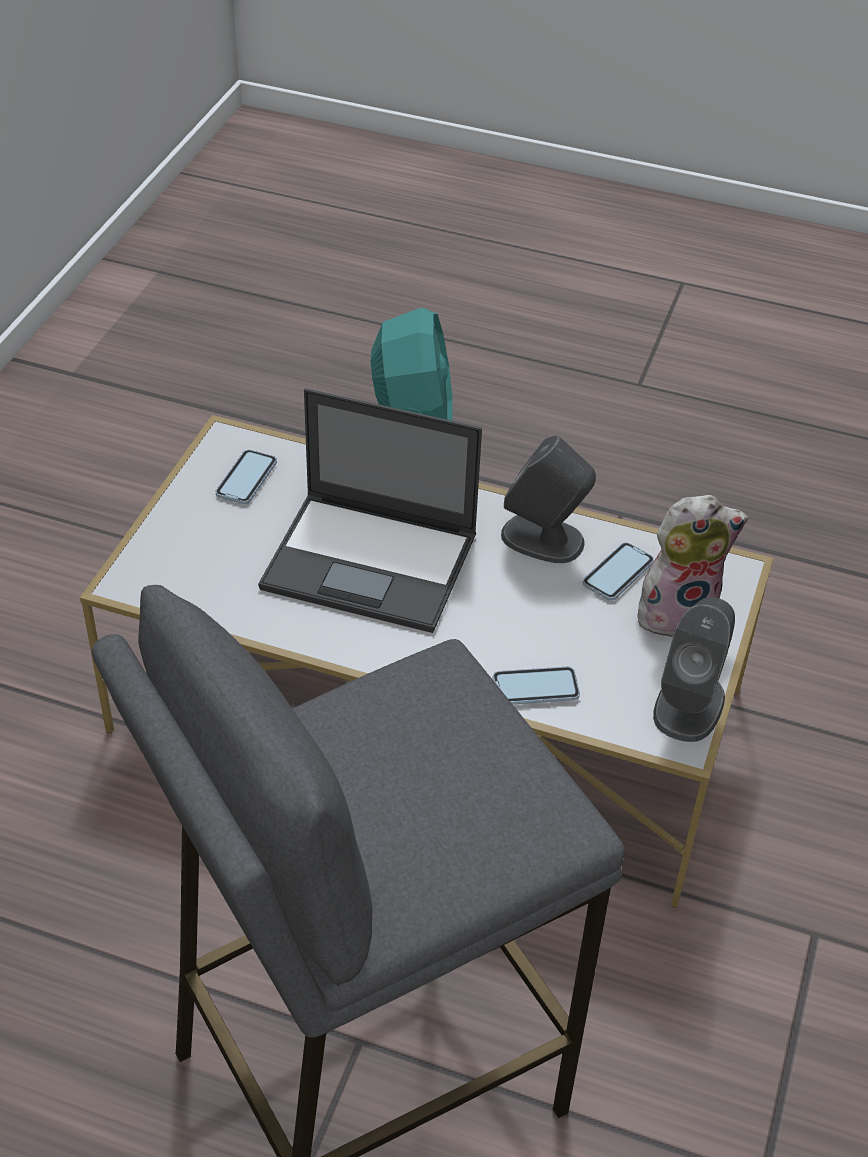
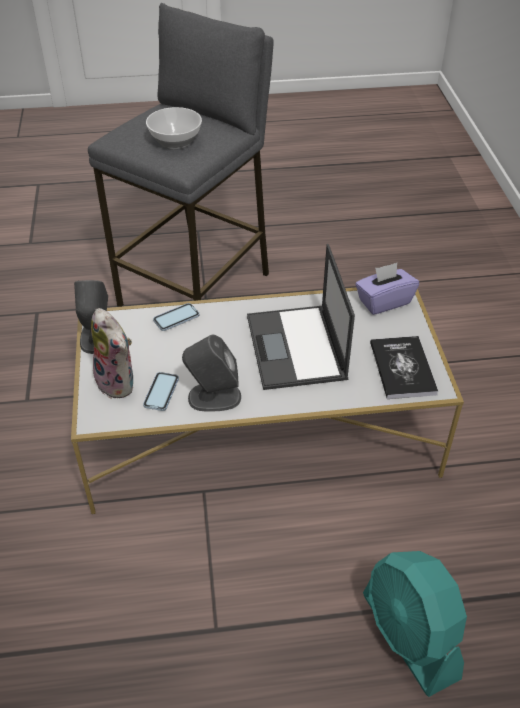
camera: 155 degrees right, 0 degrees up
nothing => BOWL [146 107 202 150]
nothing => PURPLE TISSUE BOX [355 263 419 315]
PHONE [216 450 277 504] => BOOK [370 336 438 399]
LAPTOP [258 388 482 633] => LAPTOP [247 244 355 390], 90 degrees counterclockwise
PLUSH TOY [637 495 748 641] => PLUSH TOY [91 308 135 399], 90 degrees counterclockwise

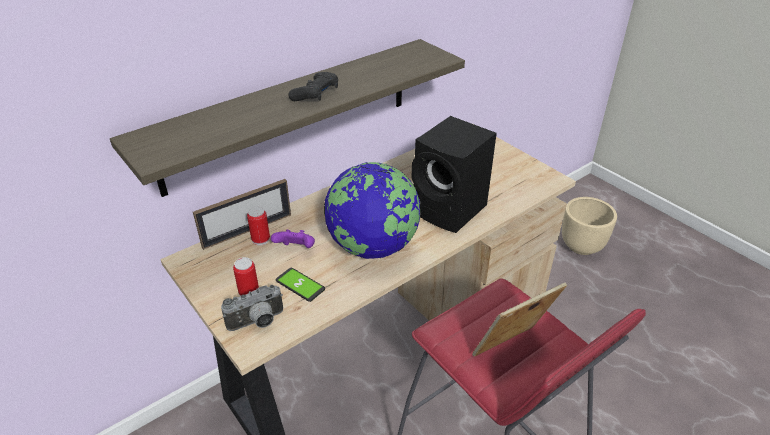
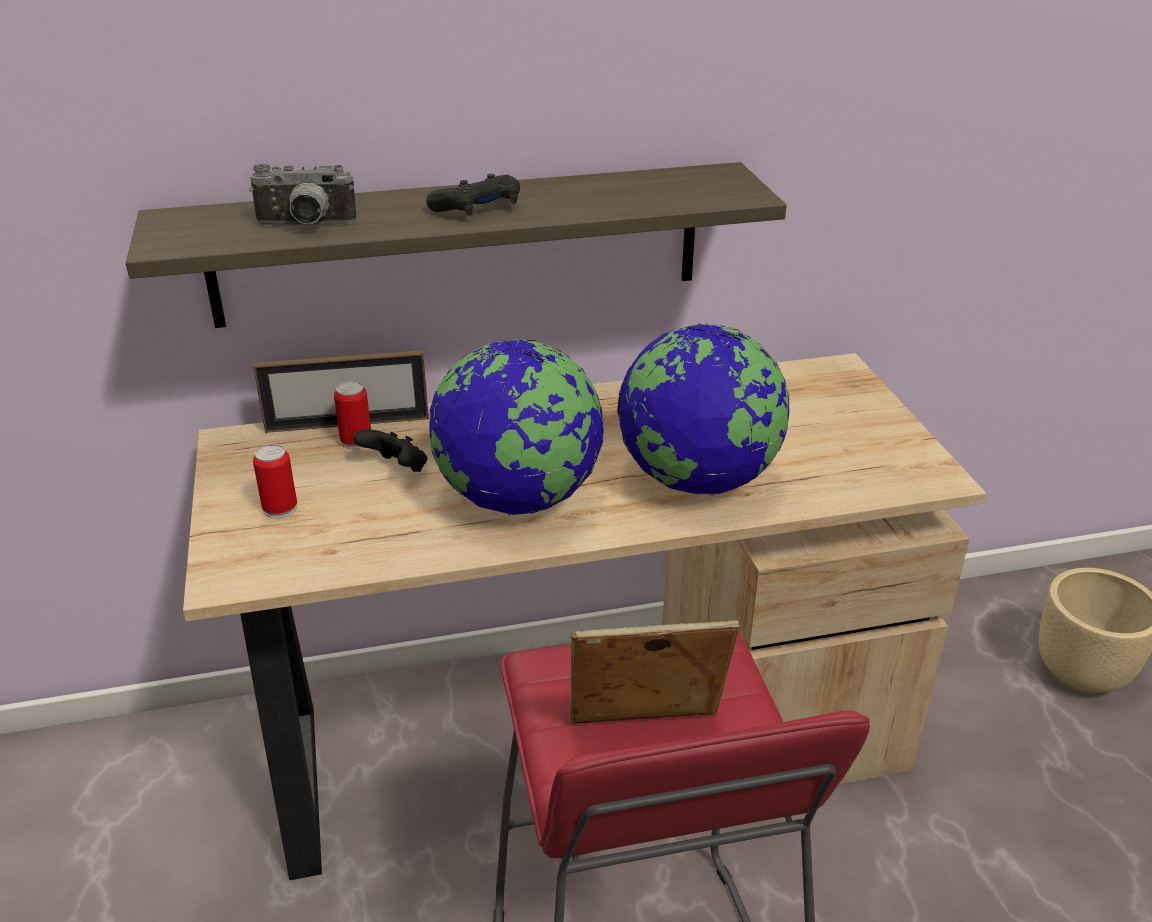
camera: 25 degrees right, 5 degrees down
PHONE [276 268 325 302] => nothing
PHOTO CAMERA [221 285 283 331] => PHOTO CAMERA [249 164 356 225], relocated
BLACK SPEAKER [411 116 497 233] => GLOBE [617 323 790 496]
PURPLE GAME CONTROLLER [271 230 315 248] => BLACK GAME CONTROLLER [353 429 427 472]

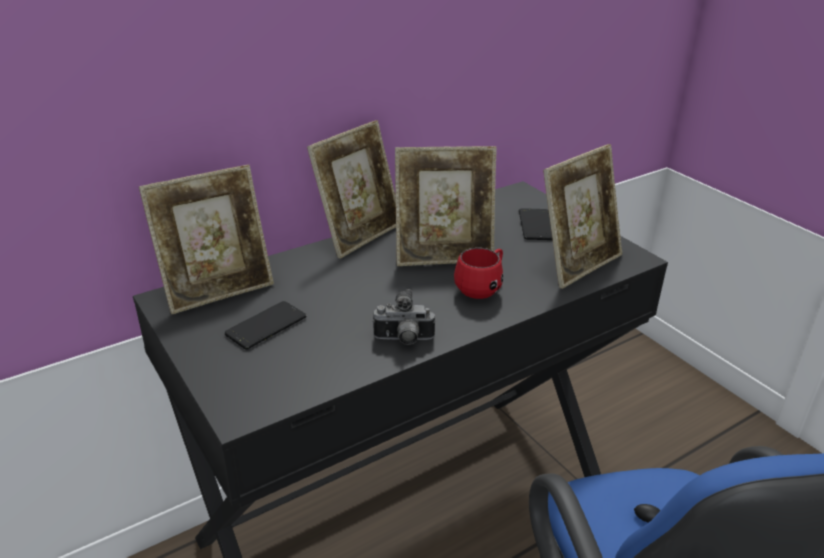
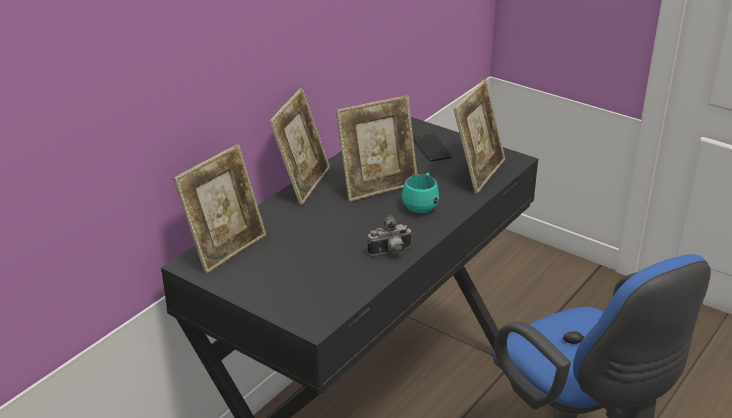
camera: 20 degrees left, 0 degrees up
PHONE [225 301 307 349] => nothing
RED MUG [454 248 503 299] => TURQUOISE MUG [402 173 439 213]

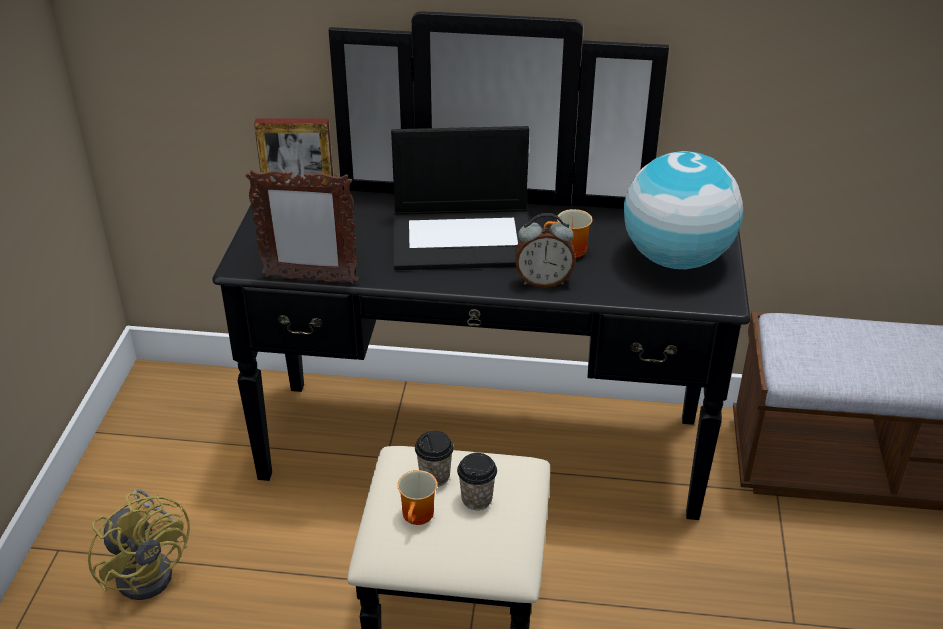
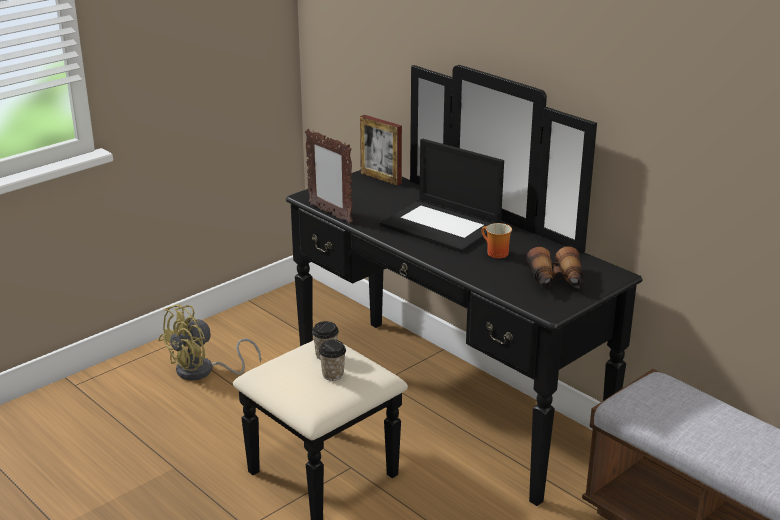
camera: 40 degrees right, 10 degrees down
MUG [397 470 437 525] => nothing
ALARM CLOCK [515 213 575 288] => nothing
GLOBE [624 151 743 269] => BINOCULARS [526 246 583 289]
YELLOW FAN [88 489 190 600] => YELLOW FAN [158 304 261 381], 45 degrees clockwise

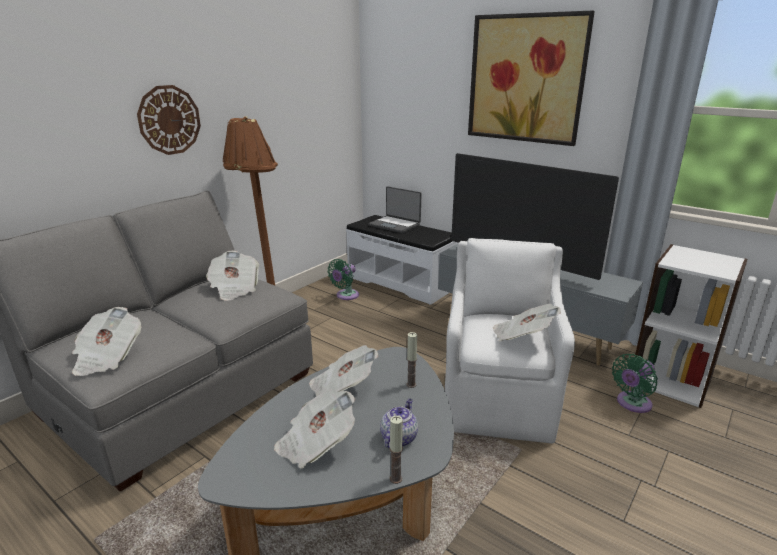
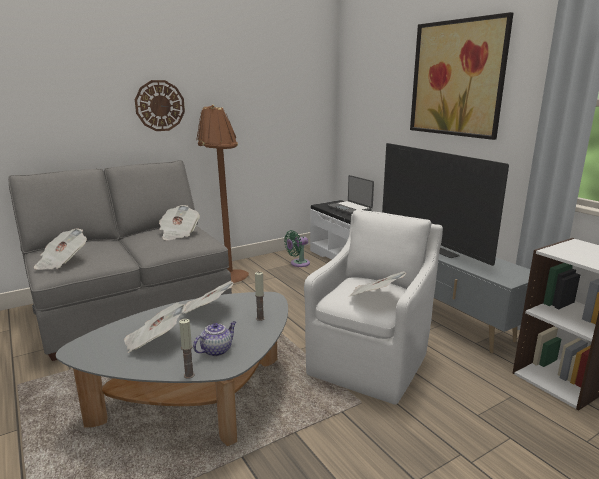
camera: 20 degrees right, 5 degrees down
GREEN FAN [612 354 658 413] => nothing

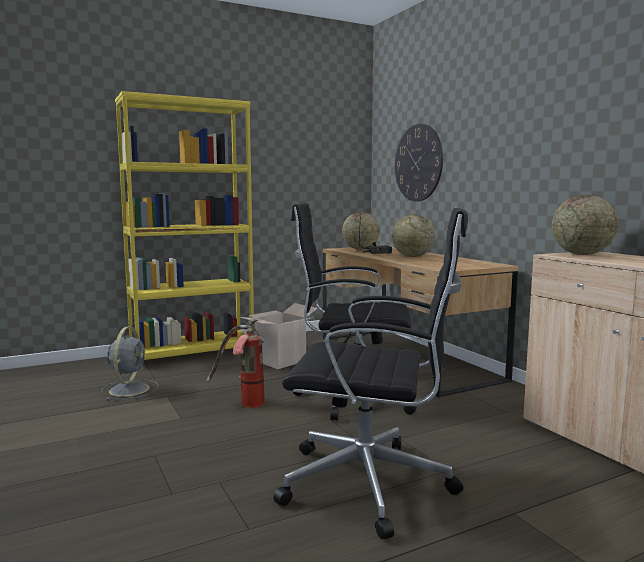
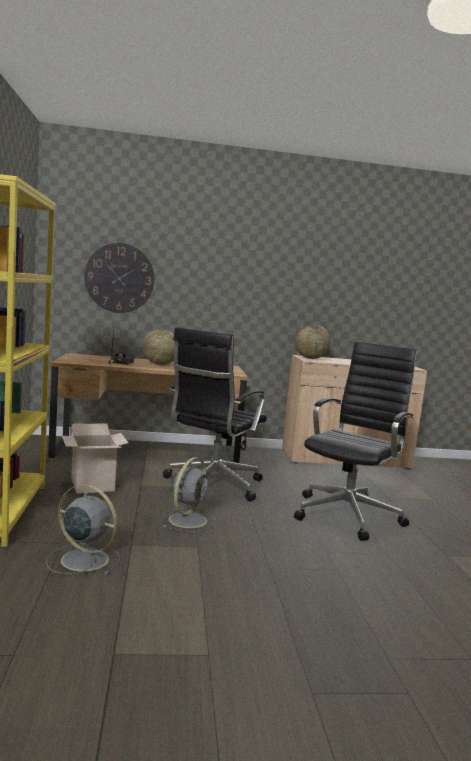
camera: 70 degrees left, 0 degrees up
GLOBE [342 212 380 250] => nothing
FIRE EXTINGUISHER [207 319 265 408] => GREY FAN [162 457 216 532]

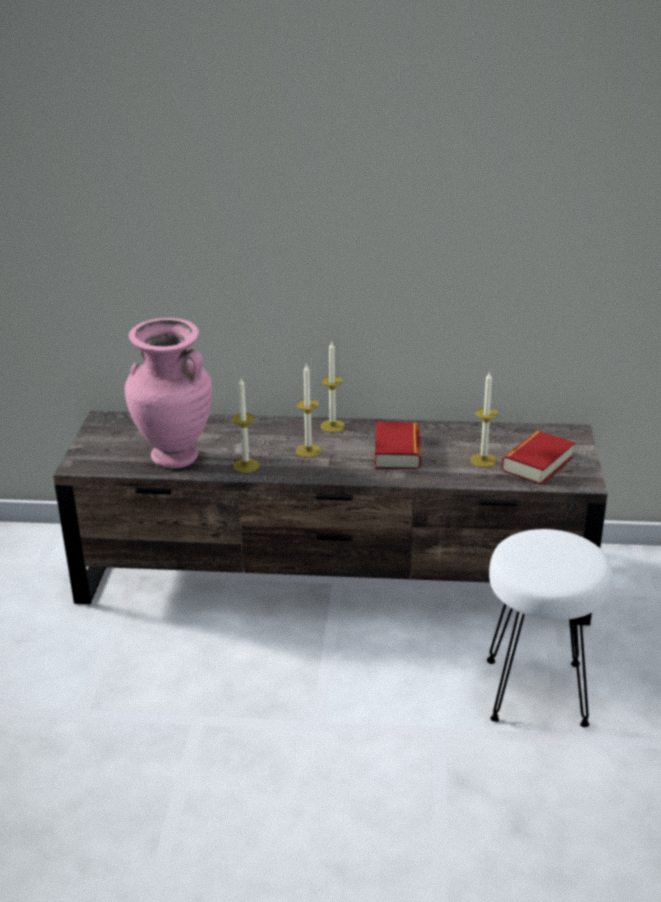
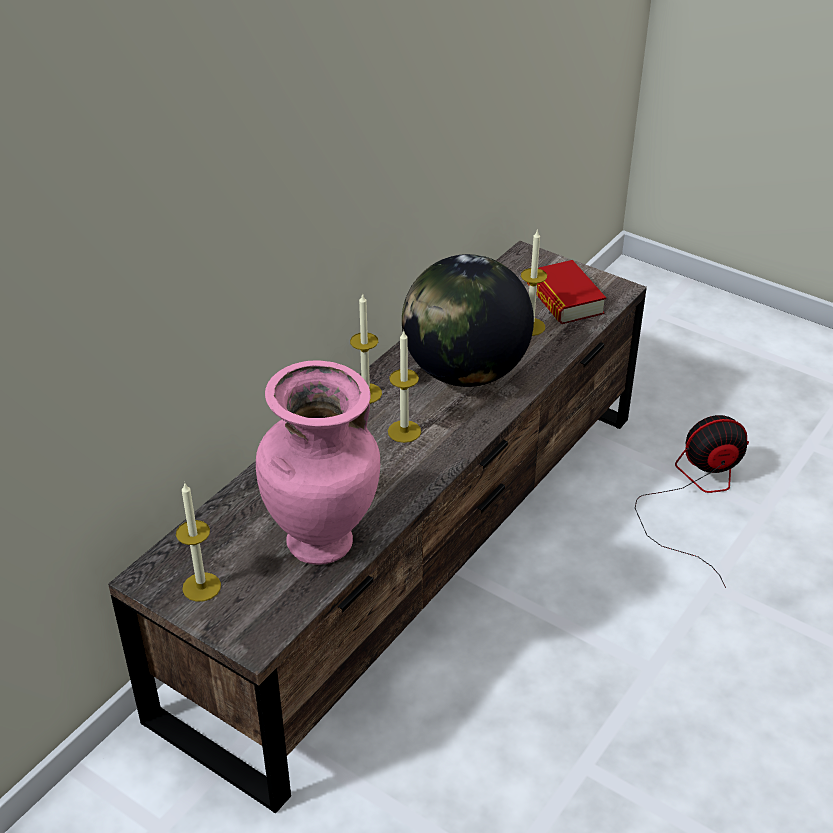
camera: 60 degrees left, 10 degrees up
CANDLE [232 378 260 473] => CANDLE [176 483 221 602], relocated
BOOK [375 422 421 469] => GLOBE [402 254 534 387]
WHITE STOOL [487 529 612 727] => FAN [635 415 749 588]

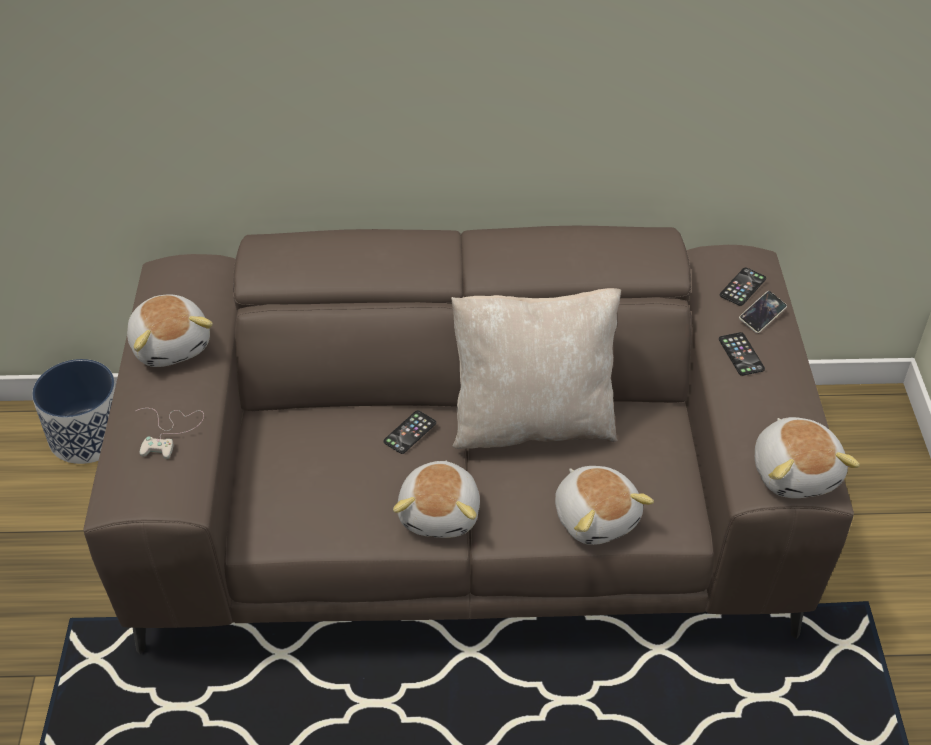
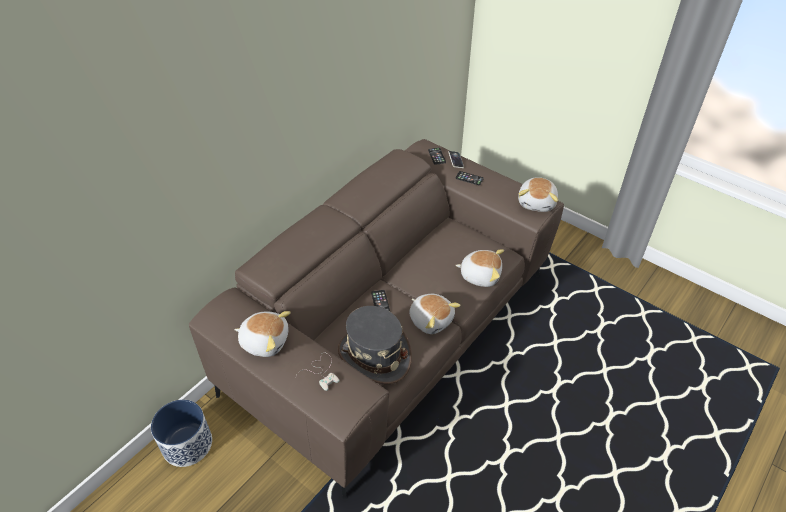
camera: 50 degrees left, 0 degrees up
BEIGE PILLOW [451 288 621 449] => nothing
nothing => GREY HAT [338 306 412 384]
PLUSH TOY [755 417 860 498] => PLUSH TOY [518 177 558 212], 75 degrees clockwise

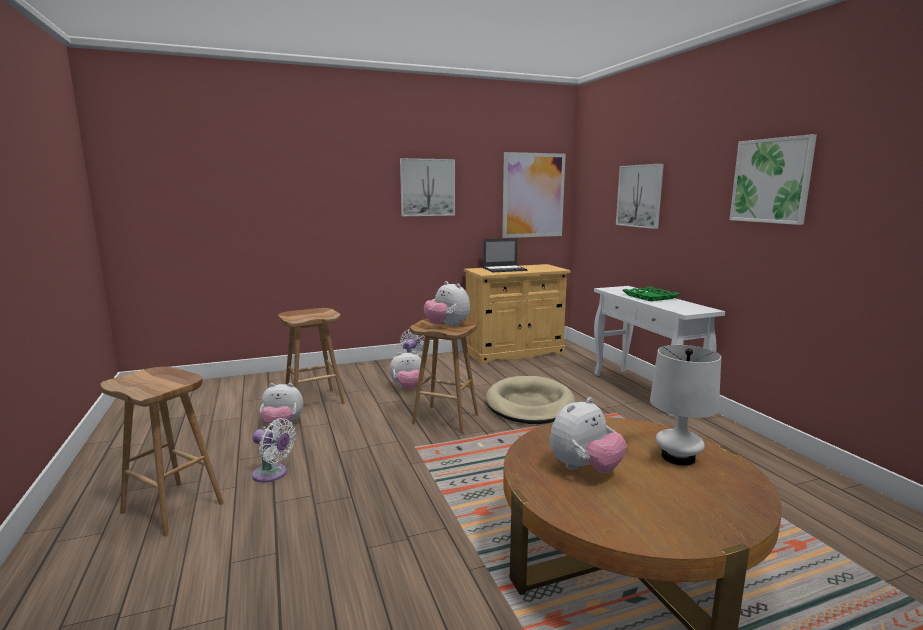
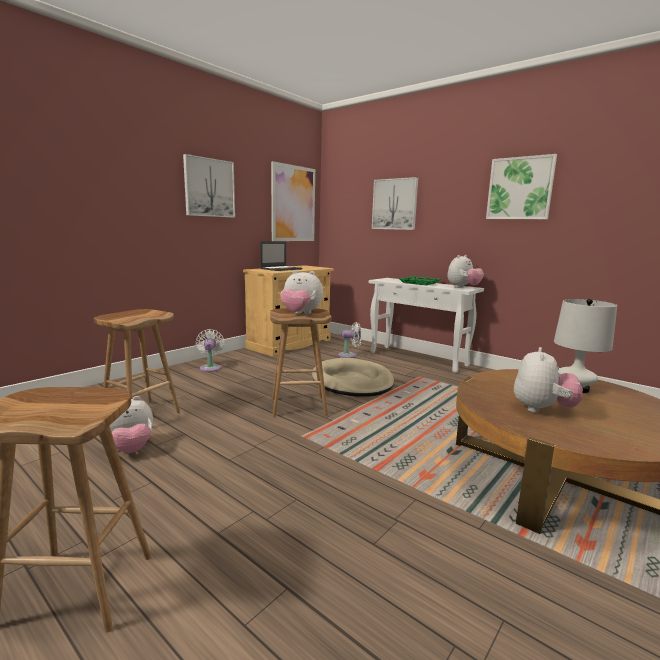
camera: 30 degrees left, 0 degrees up
WHITE FAN [252 418 296 482] => WHITE FAN [338 322 362 358], relocated
PLUSH TOY [390 351 421 389] => PLUSH TOY [447 255 484 288], relocated

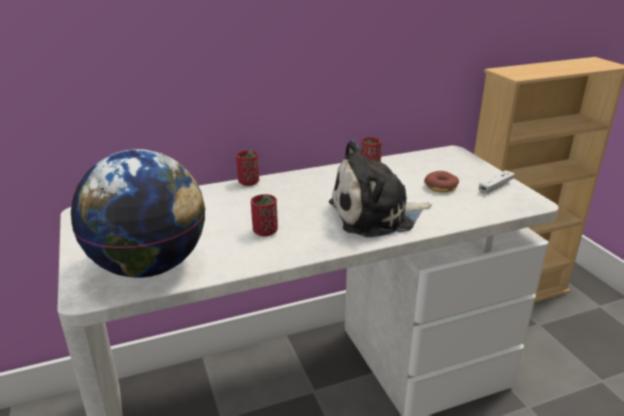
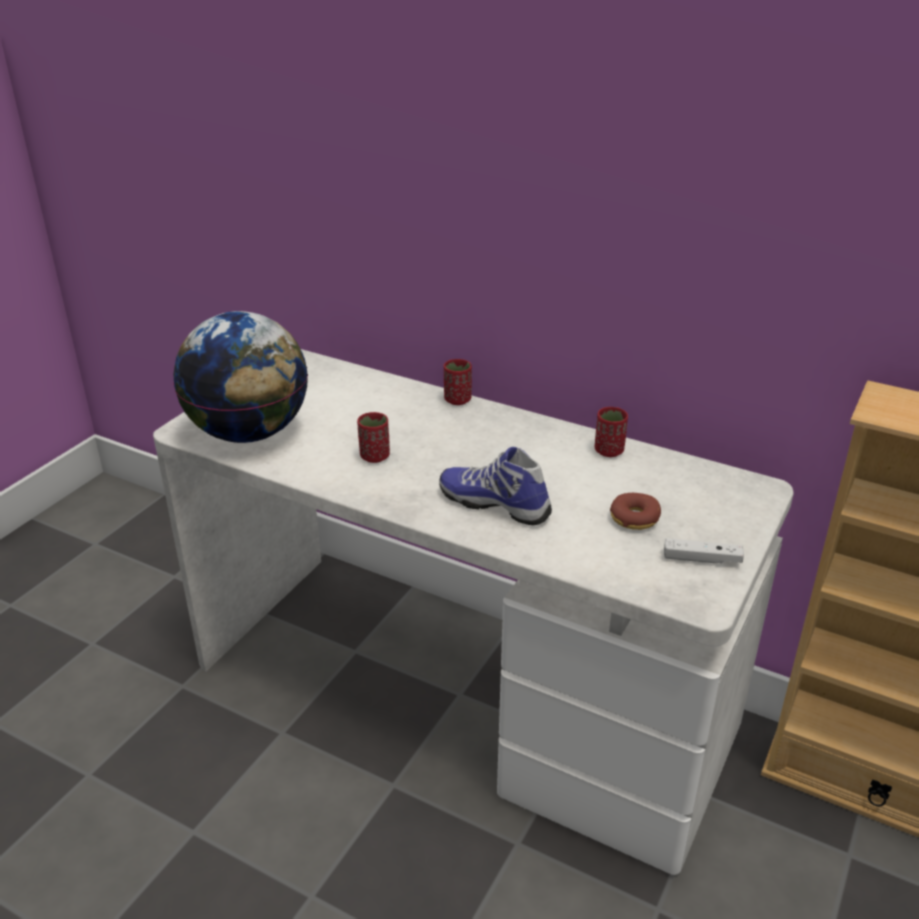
camera: 50 degrees right, 5 degrees up
PLUSH TOY [329 140 432 237] => SHOE [439 447 552 525]

